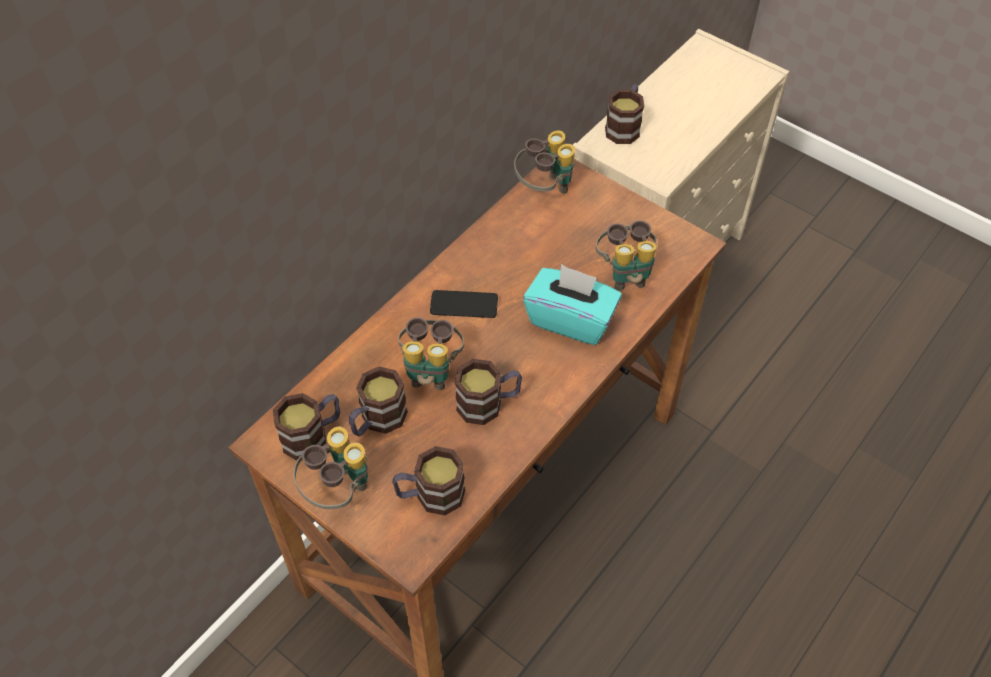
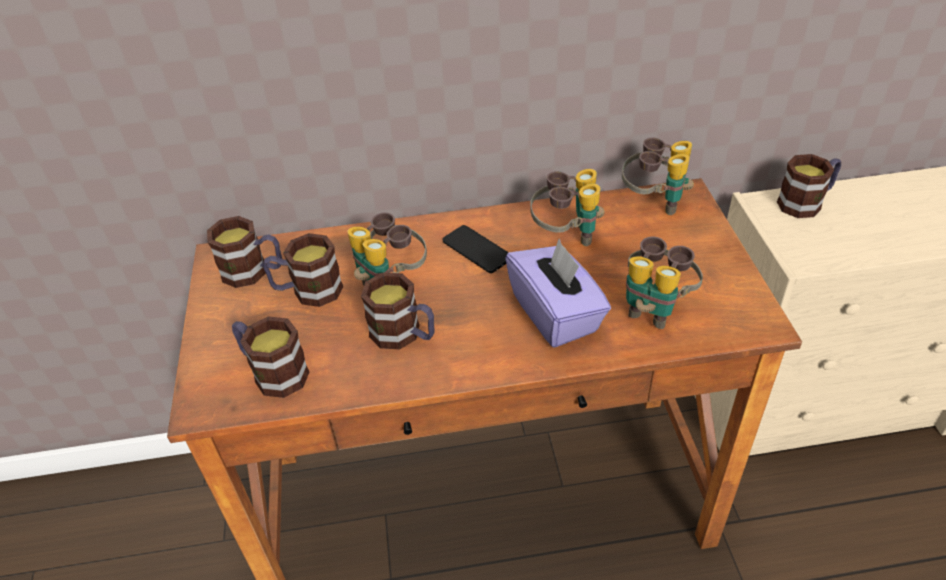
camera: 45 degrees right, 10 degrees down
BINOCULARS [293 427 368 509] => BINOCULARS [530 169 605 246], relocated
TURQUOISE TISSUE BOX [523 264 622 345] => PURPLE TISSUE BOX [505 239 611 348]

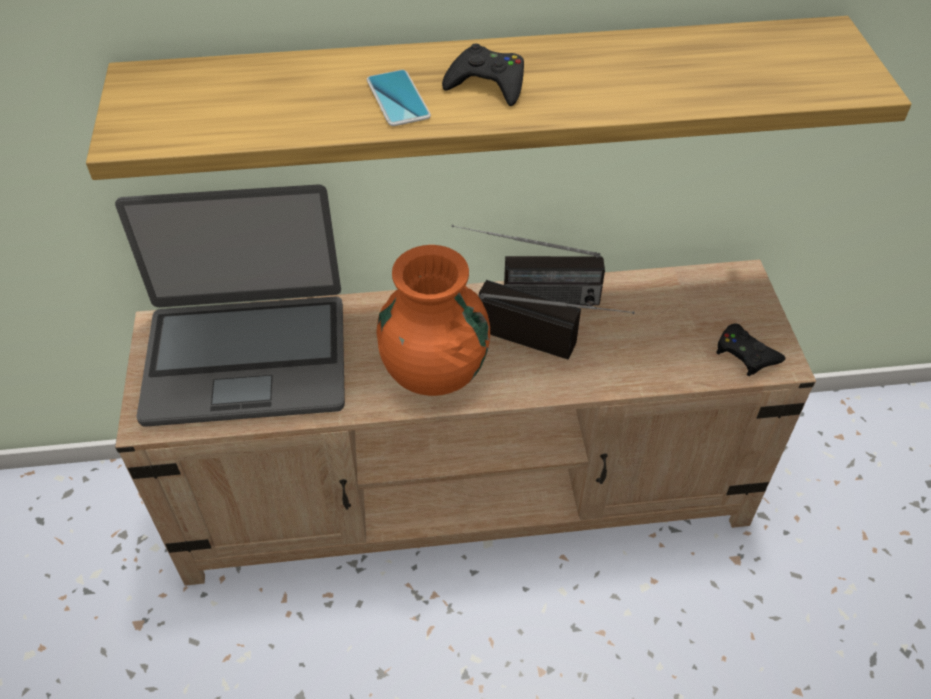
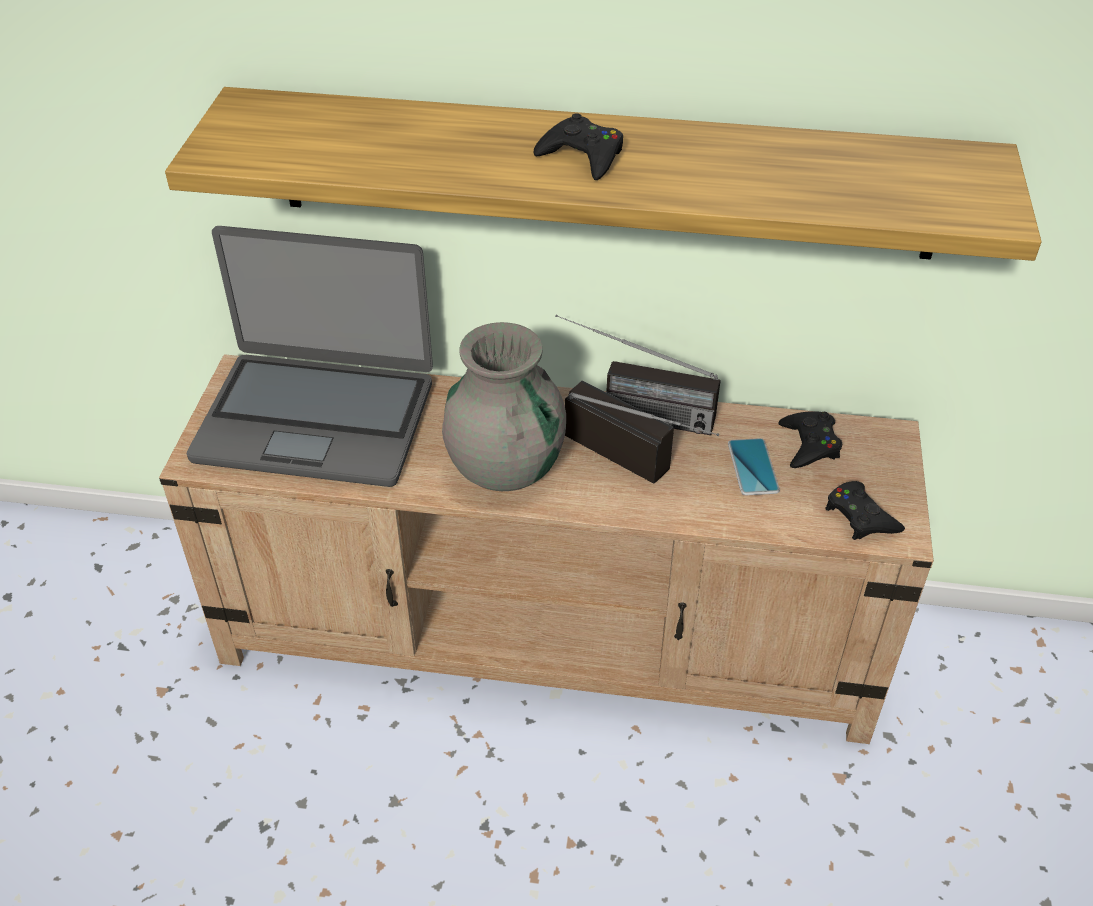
camera: 15 degrees right, 5 degrees down
nothing => BLACK GAME CONTROLLER [778 411 842 468]
PHONE [367 70 431 126] => PHONE [728 438 780 495], relocated
ORANGE VASE [376 245 490 396] => GREY VASE [442 322 566 491]

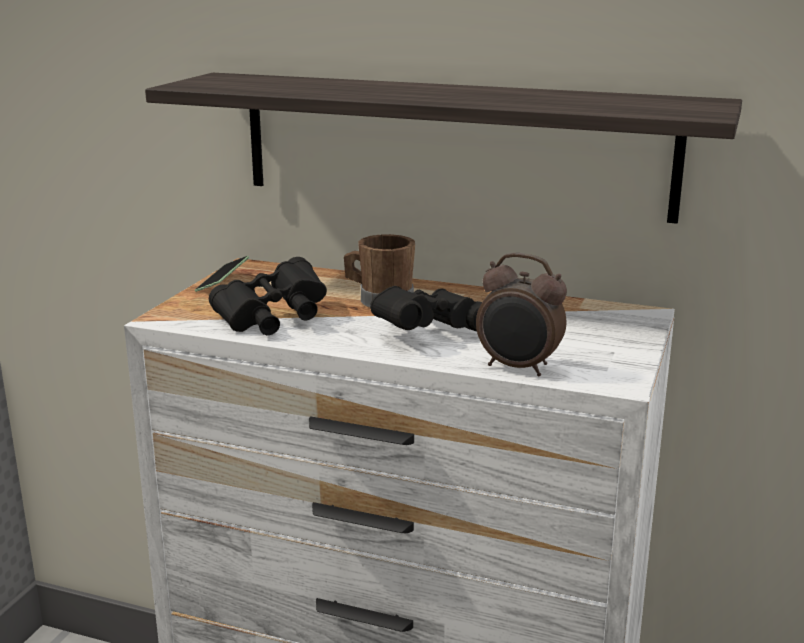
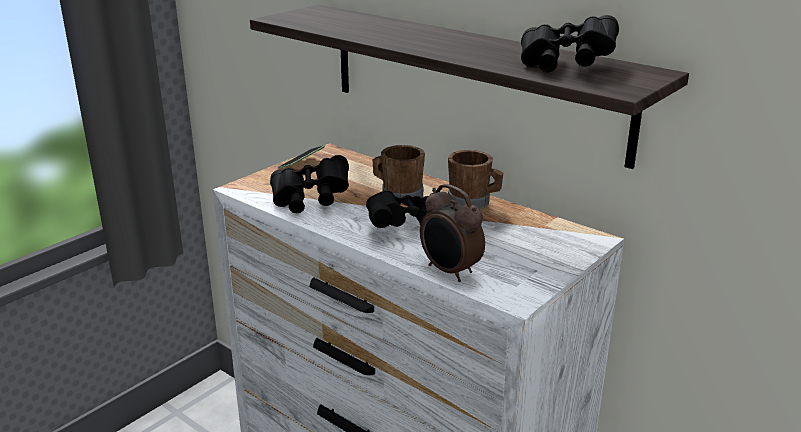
camera: 20 degrees right, 5 degrees up
nothing => BROWN MUG [448 150 503 210]
nothing => BLACK BINOCULARS [521 15 619 72]

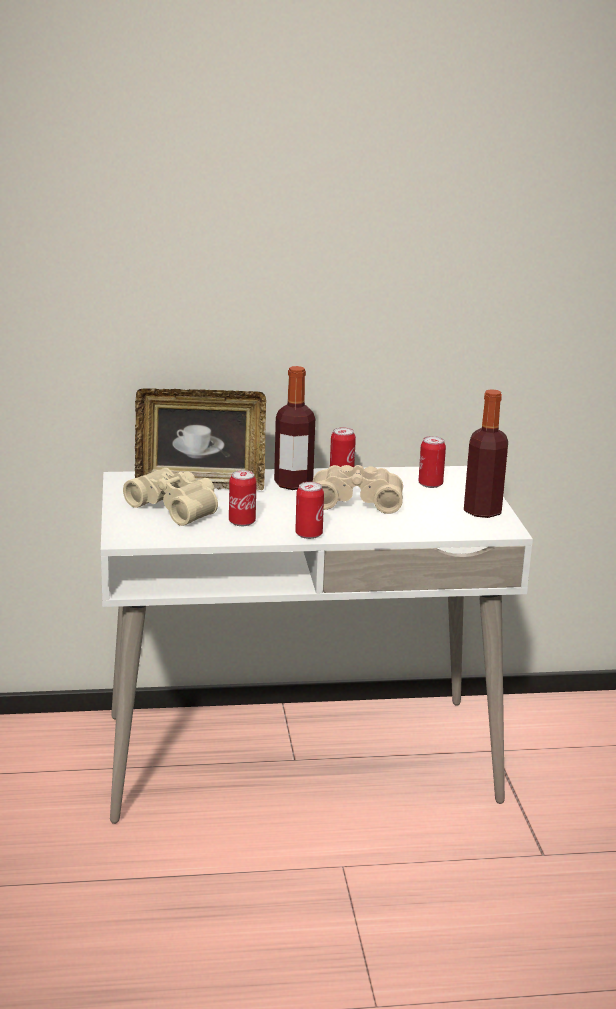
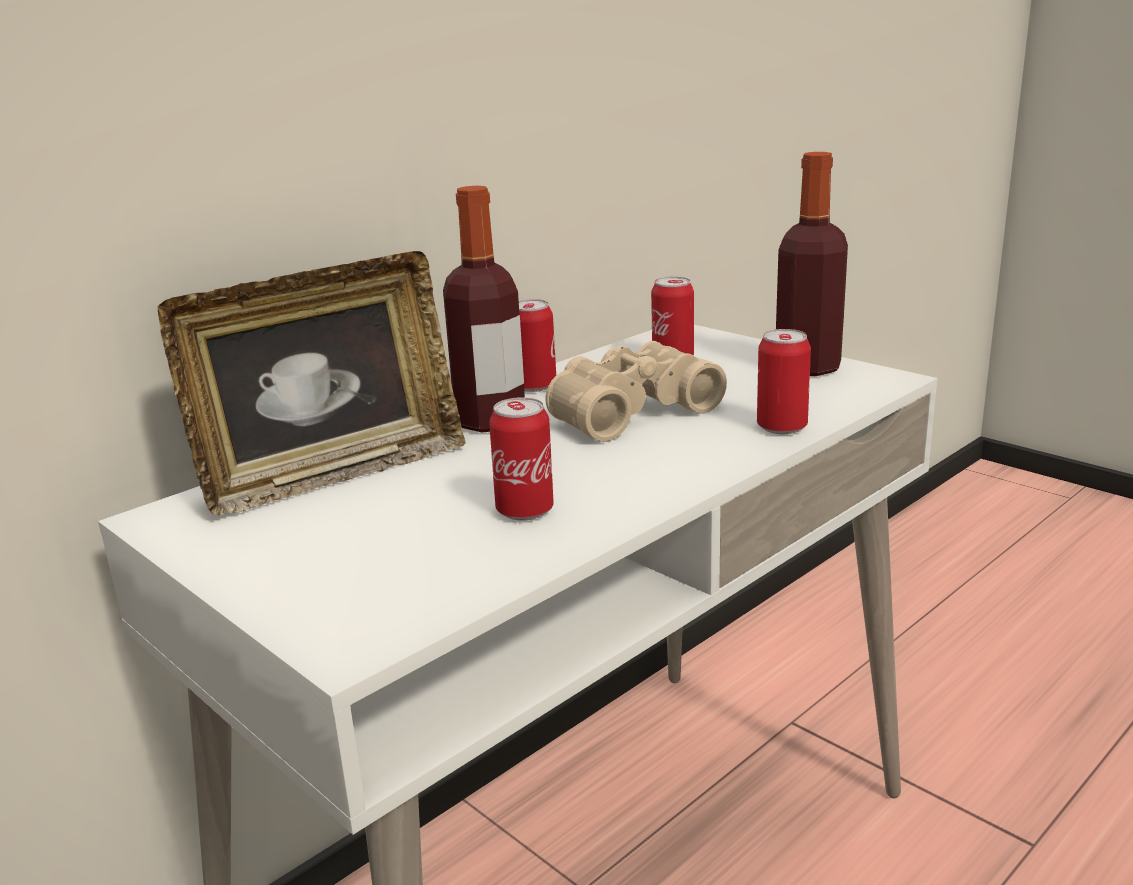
camera: 35 degrees left, 0 degrees up
BEIGE BINOCULARS [123 468 218 526] => nothing
CAN [295 482 324 539] => CAN [757 329 811 434], relocated

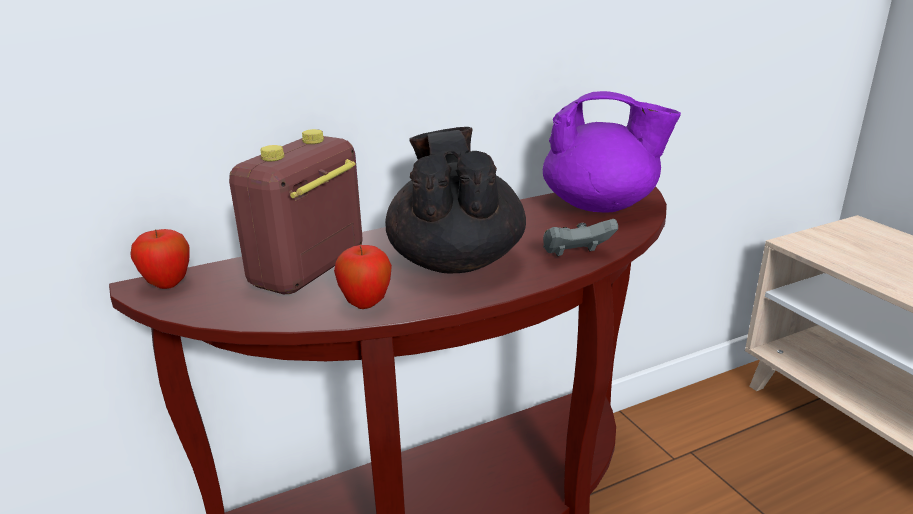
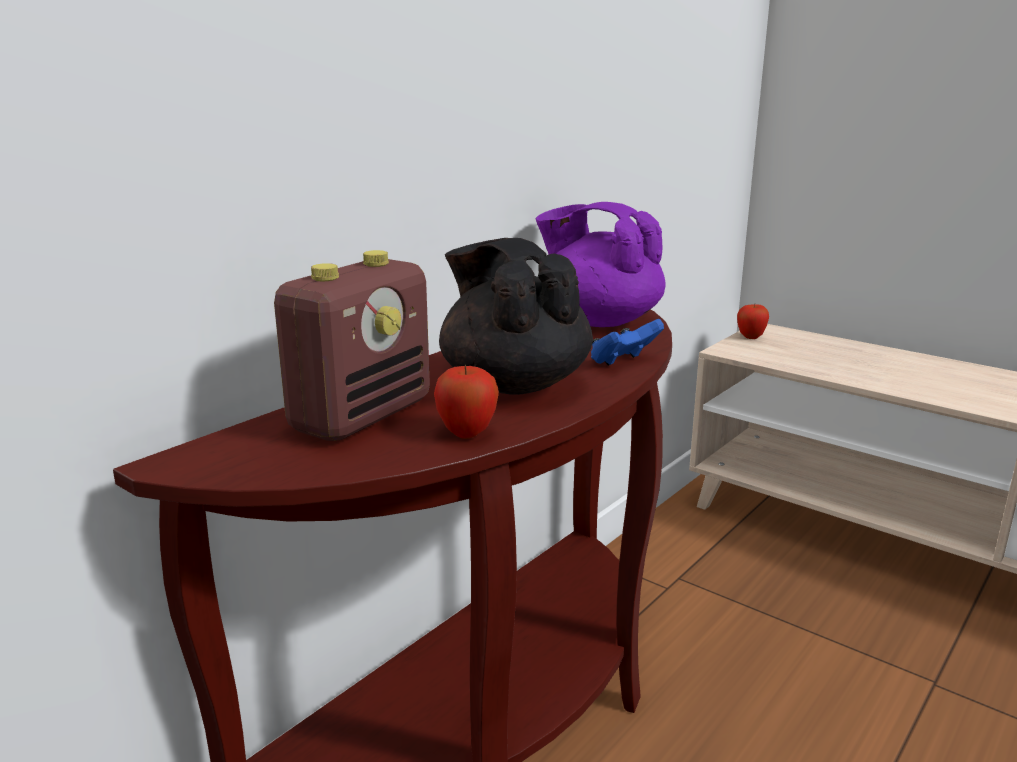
camera: 25 degrees left, 5 degrees down
APPLE [130 229 189 289] => APPLE [737 304 769 339], relocated
GREY GAME CONTROLLER [543 219 618 256] => BLUE GAME CONTROLLER [591 319 664 366]
RADIO [229 129 363 294] => RADIO [274 250 430 441], 150 degrees counterclockwise
PURPLE TEAPOT [543 91 681 213] => PURPLE TEAPOT [536 202 666 327], 135 degrees counterclockwise

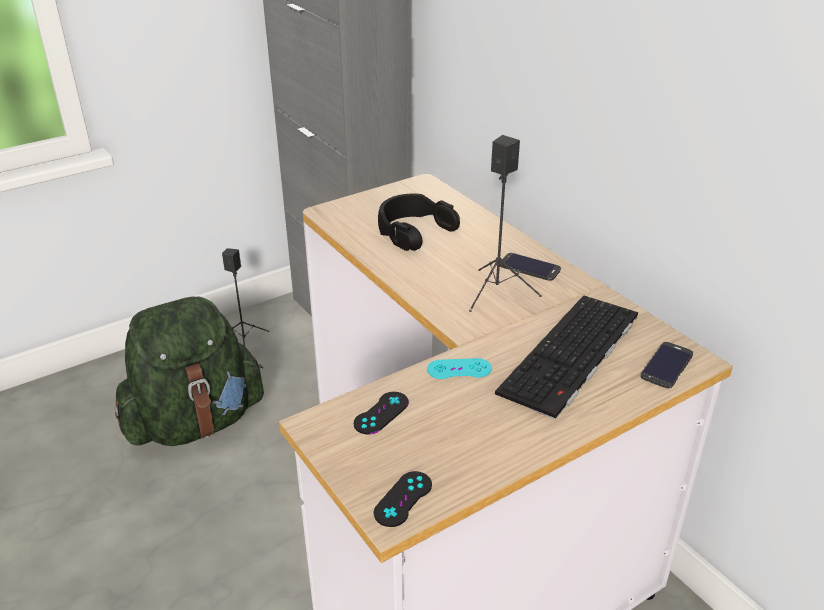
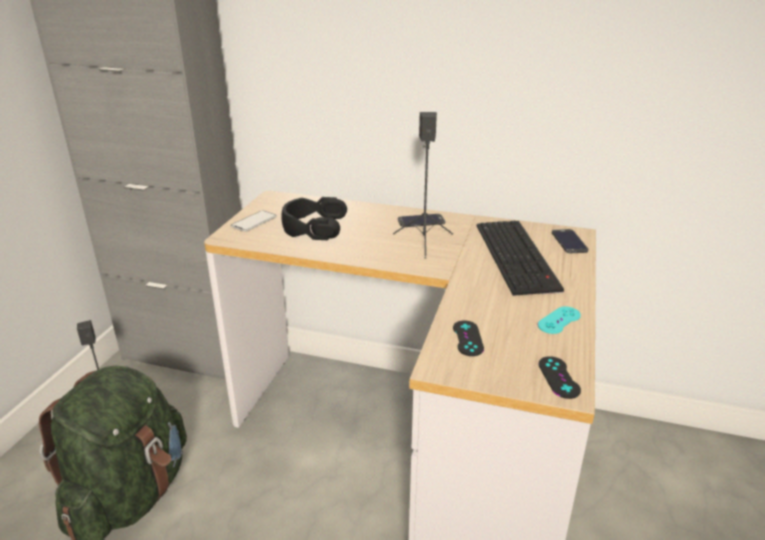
camera: 40 degrees left, 5 degrees down
nothing => PHONE [231 210 277 232]
TURQUOISE GAME CONTROLLER [427 358 492 379] => TURQUOISE GAME CONTROLLER [538 307 581 334], relocated

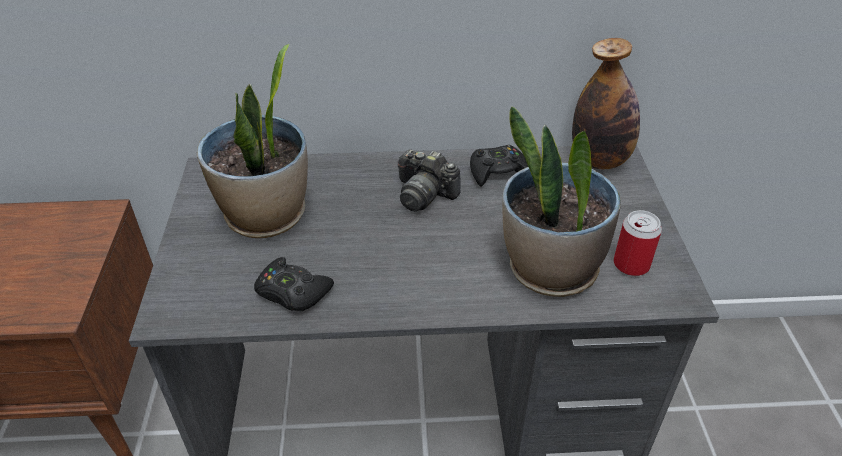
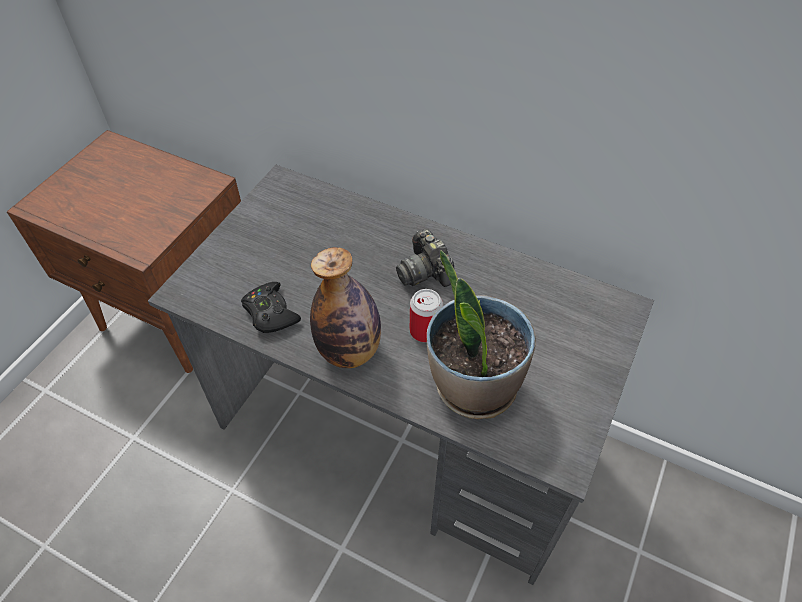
camera: 30 degrees right, 10 degrees up
POTTED PLANT [197 44 308 238] => nothing
BLACK GAME CONTROLLER [470 145 528 187] => nothing
BOTTLE [572 38 640 169] => BOTTLE [310 247 381 368], relocated
CAN [614 210 662 276] => CAN [410 289 443 343], relocated

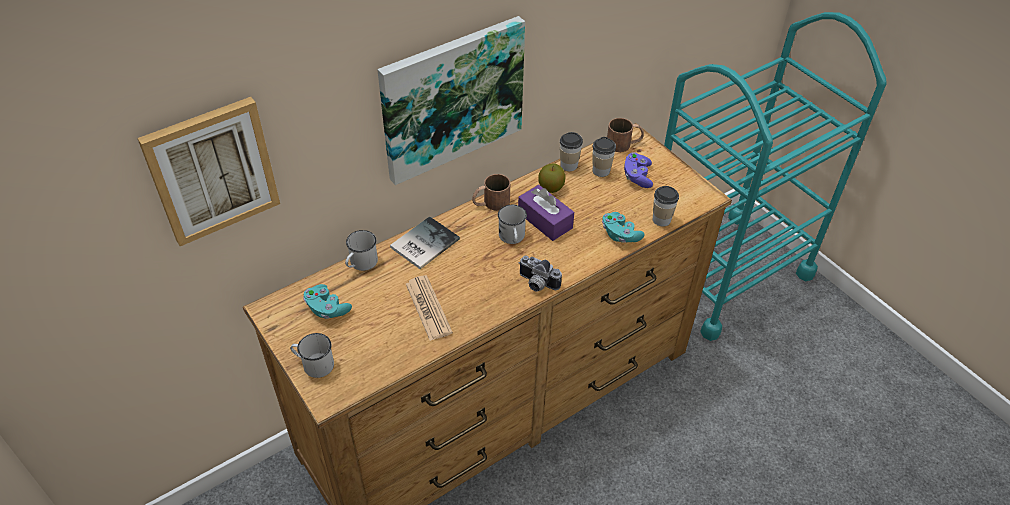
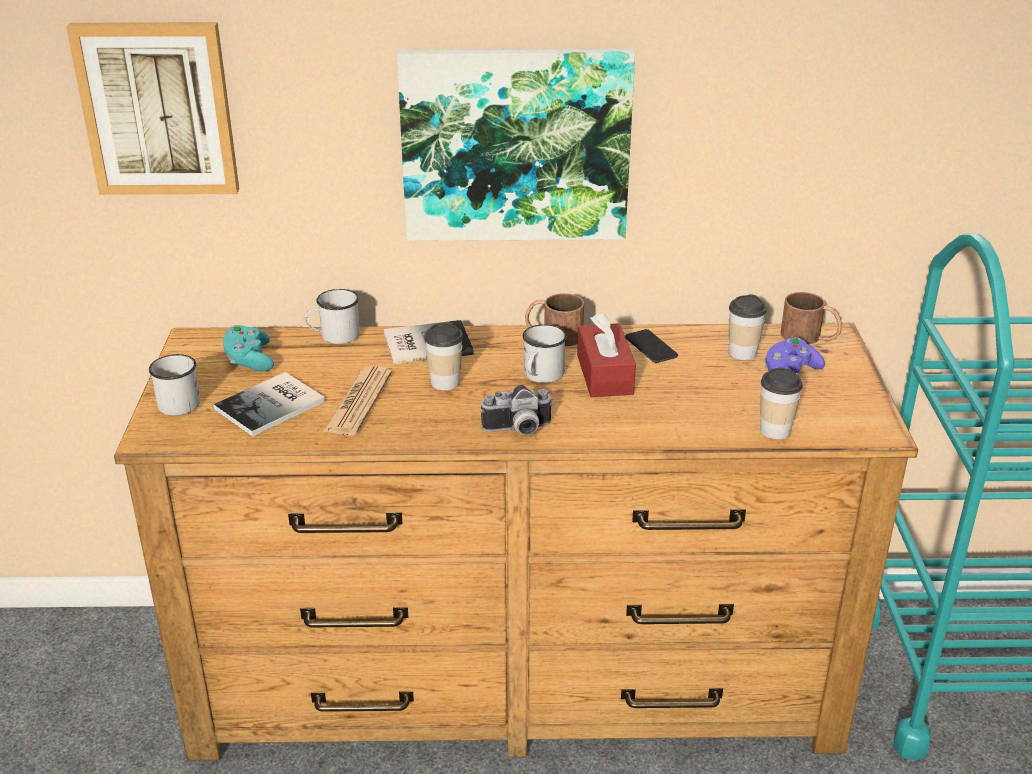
camera: 35 degrees right, 15 degrees down
TURQUOISE GAME CONTROLLER [602 212 645 243] => nothing
nothing => BOOK [213 372 325 436]
CUP [560 132 583 171] => CUP [424 323 463 390], relocated
APPLE [538 163 566 193] => PHONE [625 329 678 363]
PURPLE TISSUE BOX [518 185 574 241] => RED TISSUE BOX [577 313 636 397]
PHOTO CAMERA [519 256 562 292] => PHOTO CAMERA [481 385 553 435], 75 degrees counterclockwise

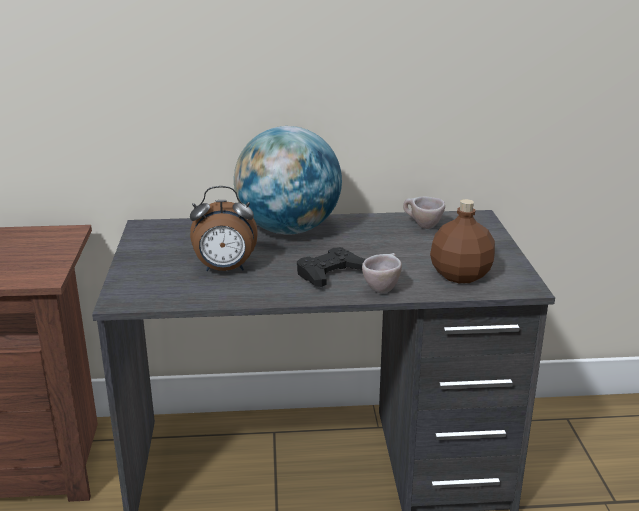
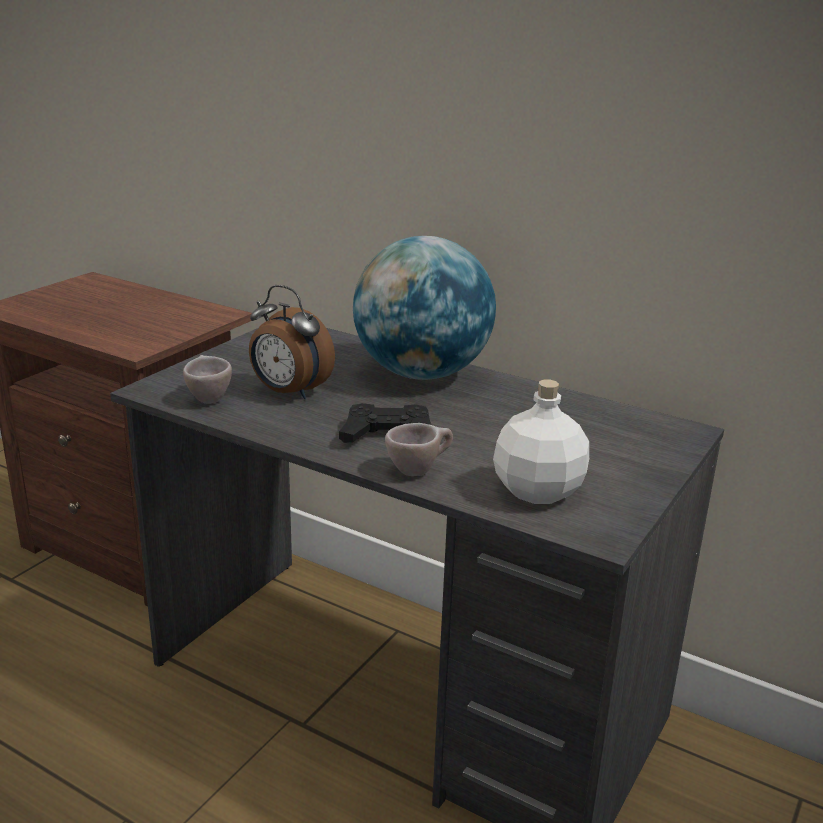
camera: 35 degrees right, 0 degrees up
BEIGE CUP [403 197 445 229] => BEIGE CUP [183 355 232 404], relocated
BROWN BOTTLE [430 199 495 283] => WHITE BOTTLE [493 380 589 504]

